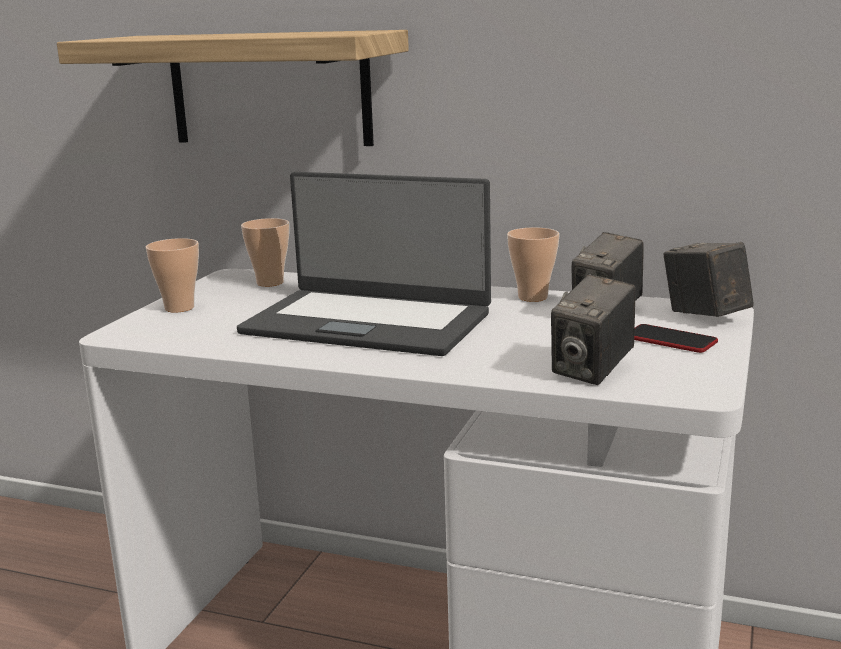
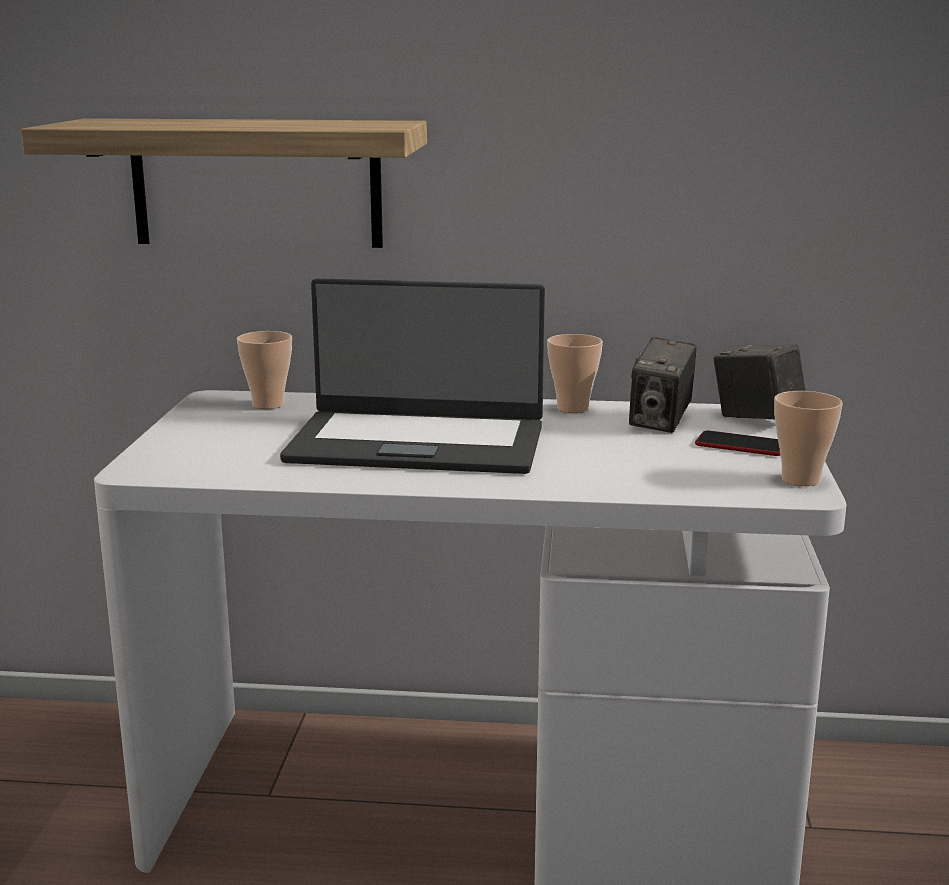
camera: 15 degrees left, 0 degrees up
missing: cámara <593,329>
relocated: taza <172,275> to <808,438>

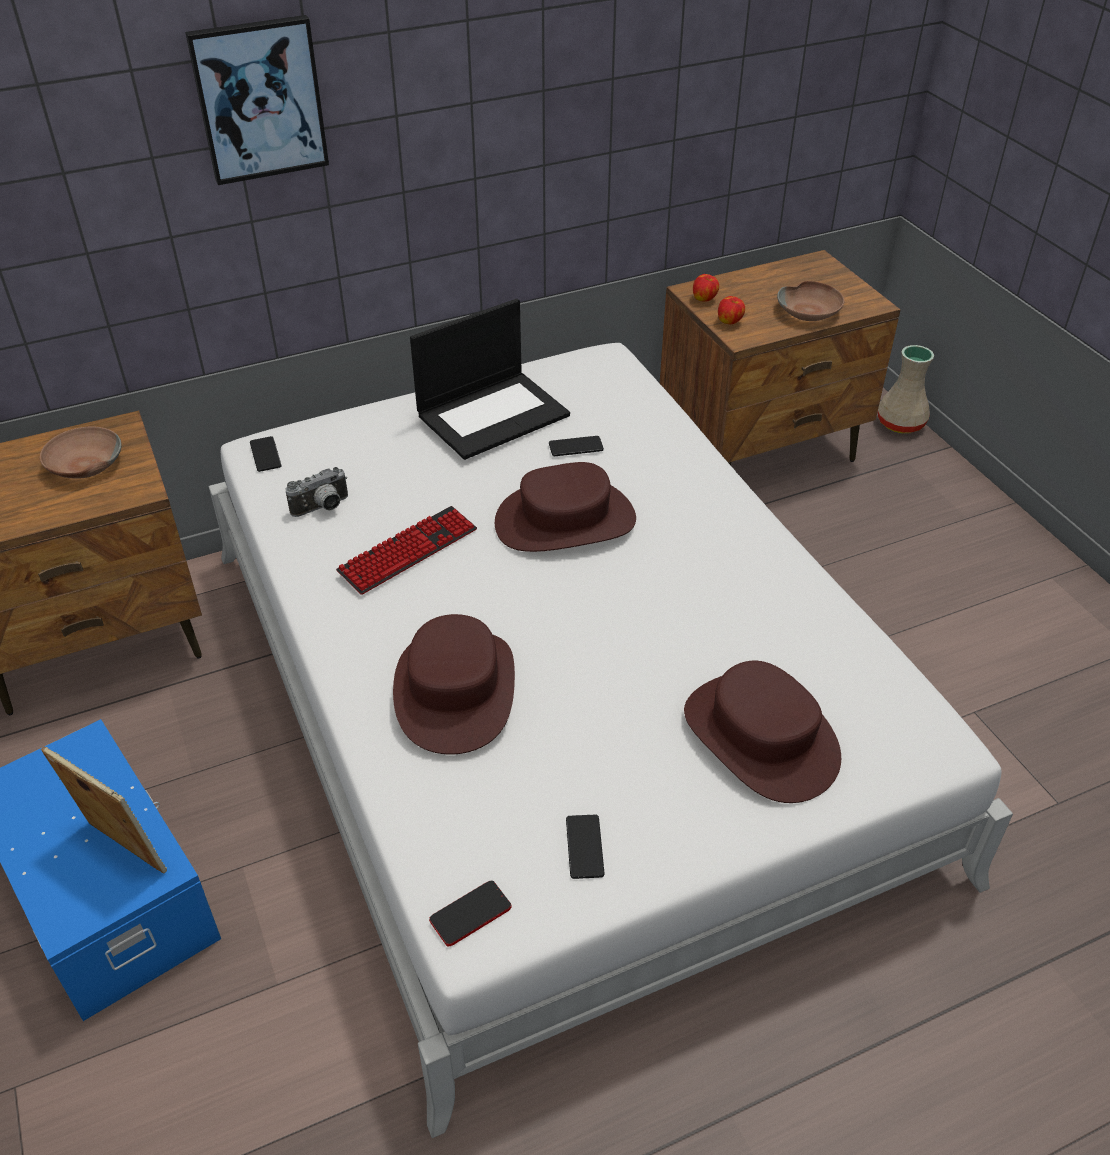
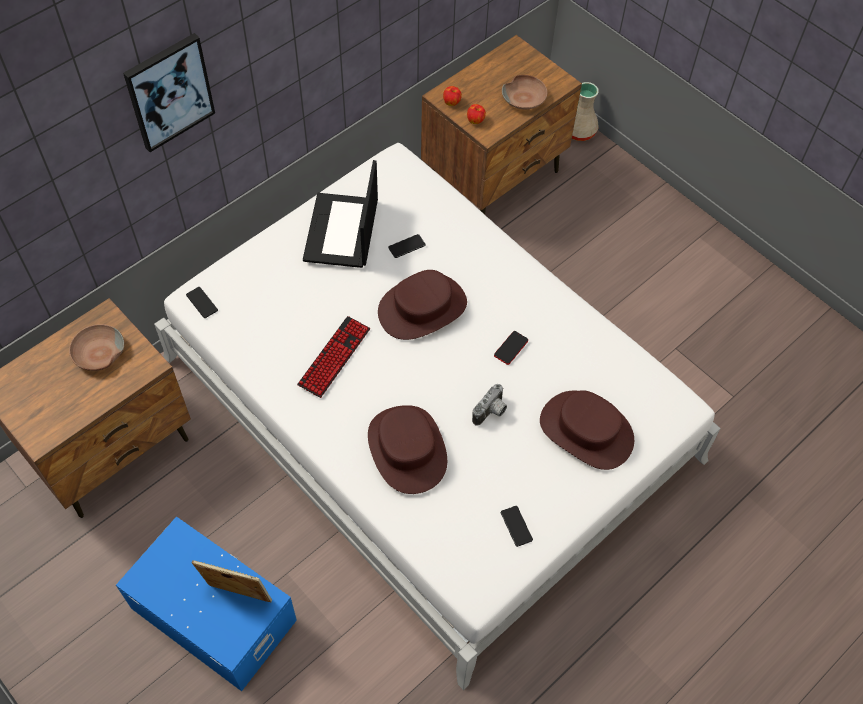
camera: 20 degrees left, 15 degrees up
relocated: cámara <316,492> to <489,405>; móvil <470,913> to <511,348>
spun: portátil <490,379> = <340,214> 150 degrees clockwise

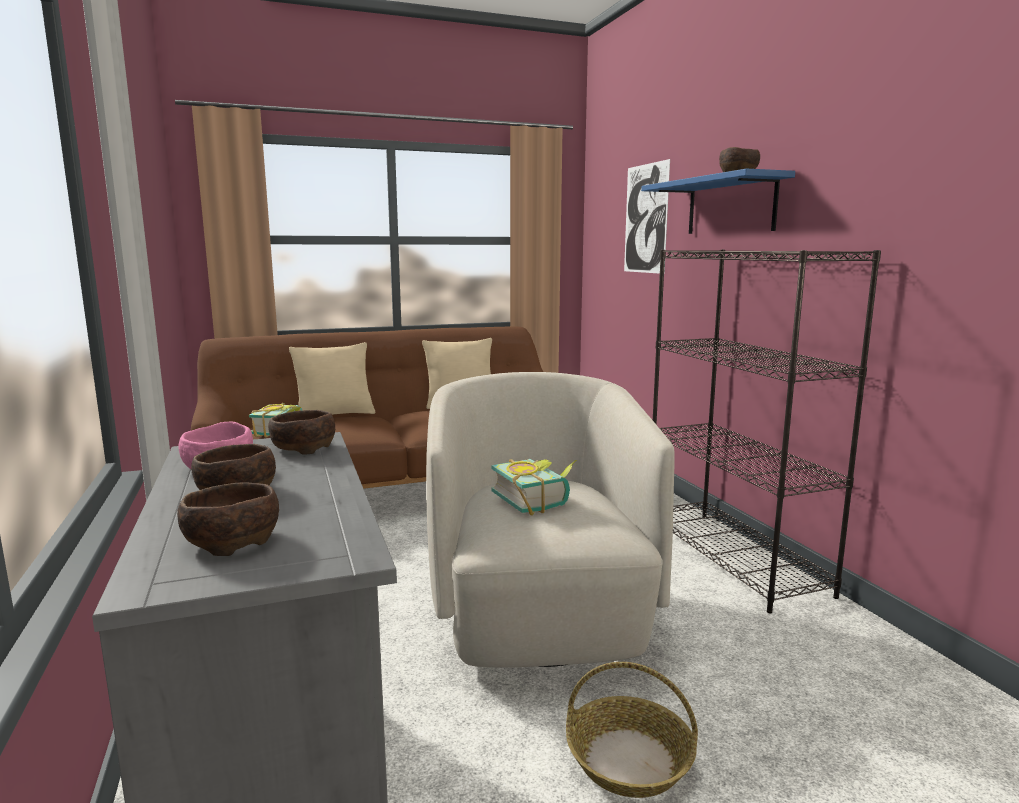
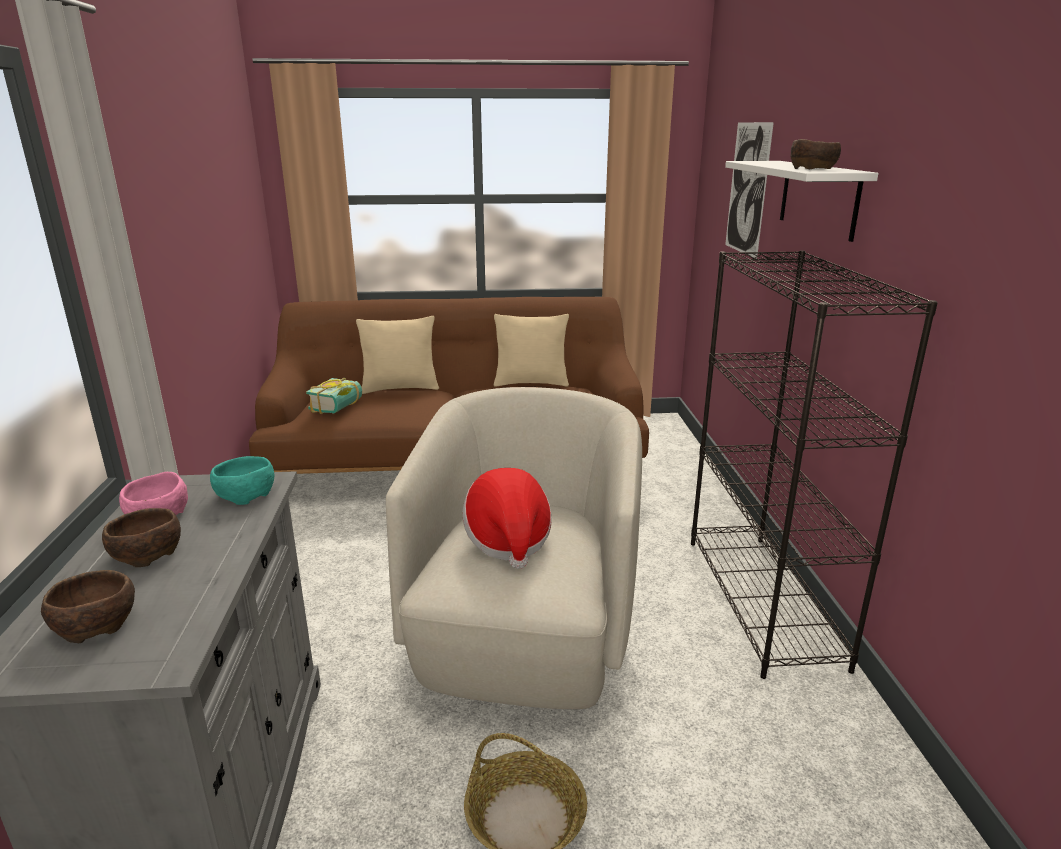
camera: 15 degrees right, 10 degrees up
exchanged: libro <534,487> to sombrero <507,518>
colour: cuenco/marrón <301,432> to cuenco/turquesa <242,480>; estante/azul <718,201> to estante/blanco <801,201>

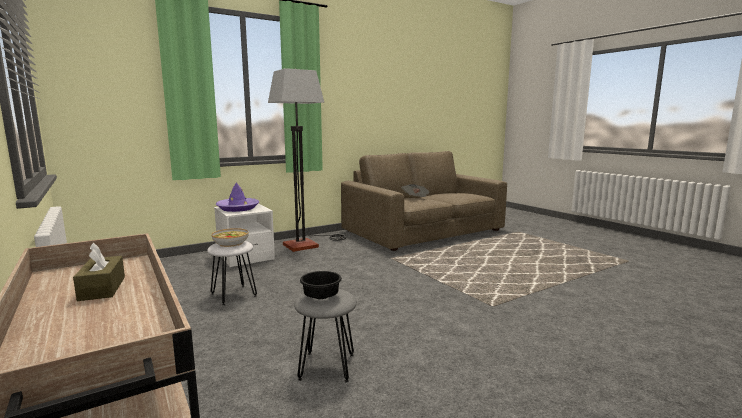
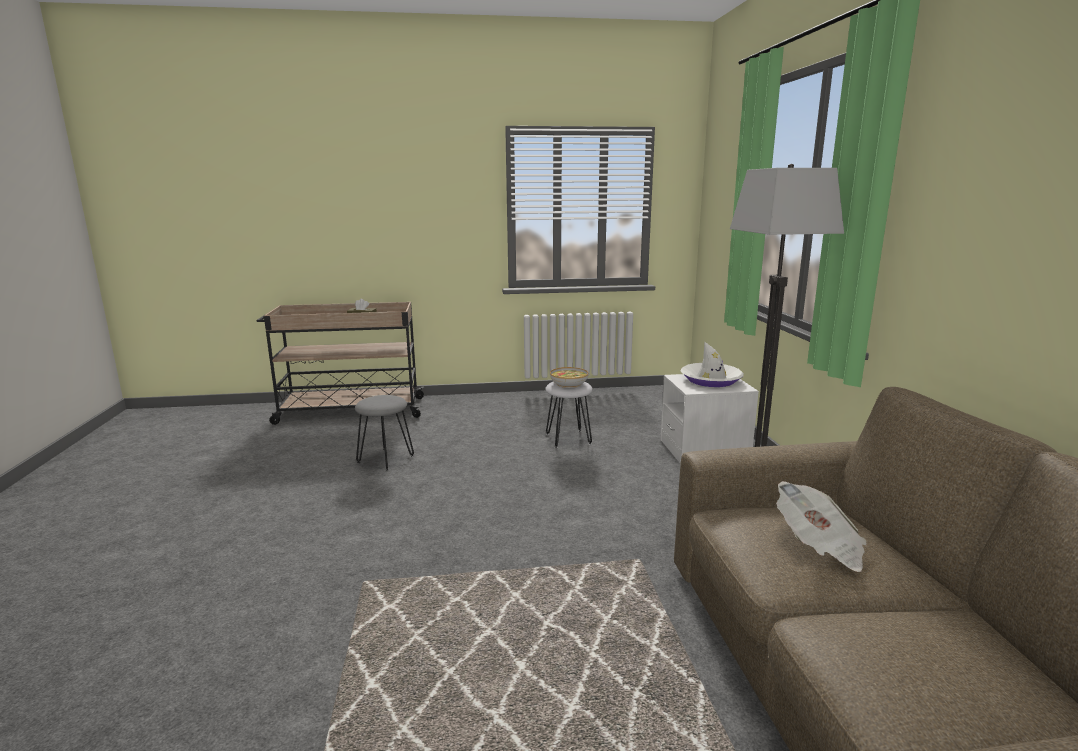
camera: 115 degrees right, 5 degrees up
missing: cuenco/negro <321,285>
colour: sombrero/morado <237,197> to sombrero/blanco <712,364>

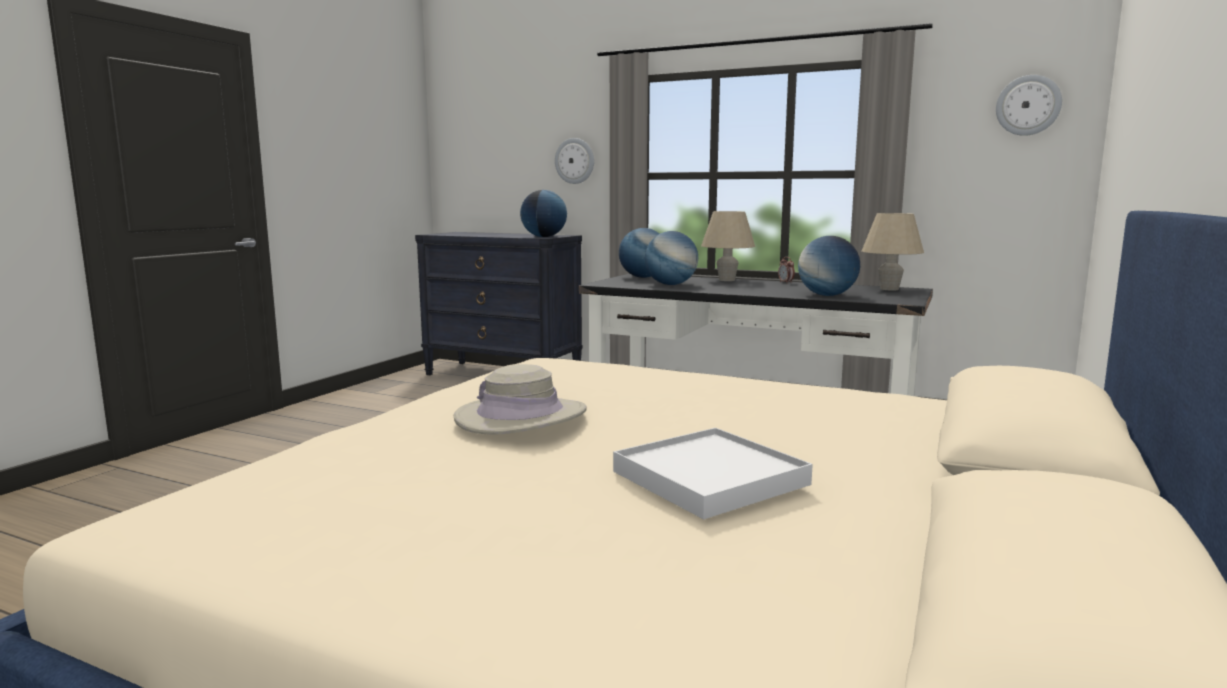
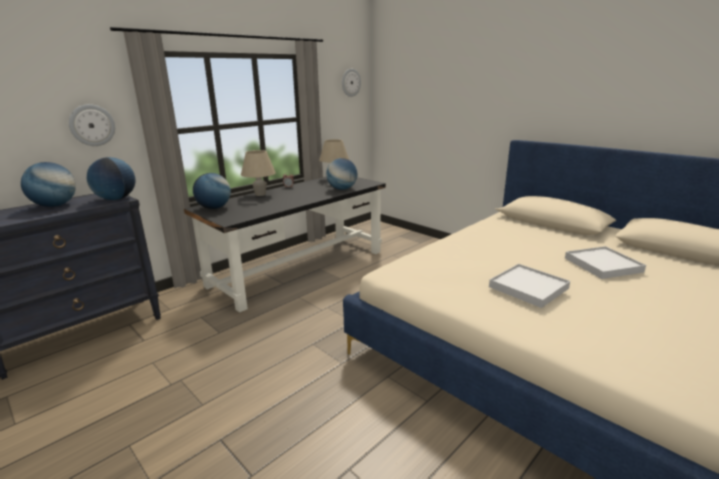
camera: 70 degrees left, 10 degrees up
relocated: globo terráqueo <671,258> to <48,184>
exchanged: sombrero/beis <520,399> to bandeja/blanco <529,286>

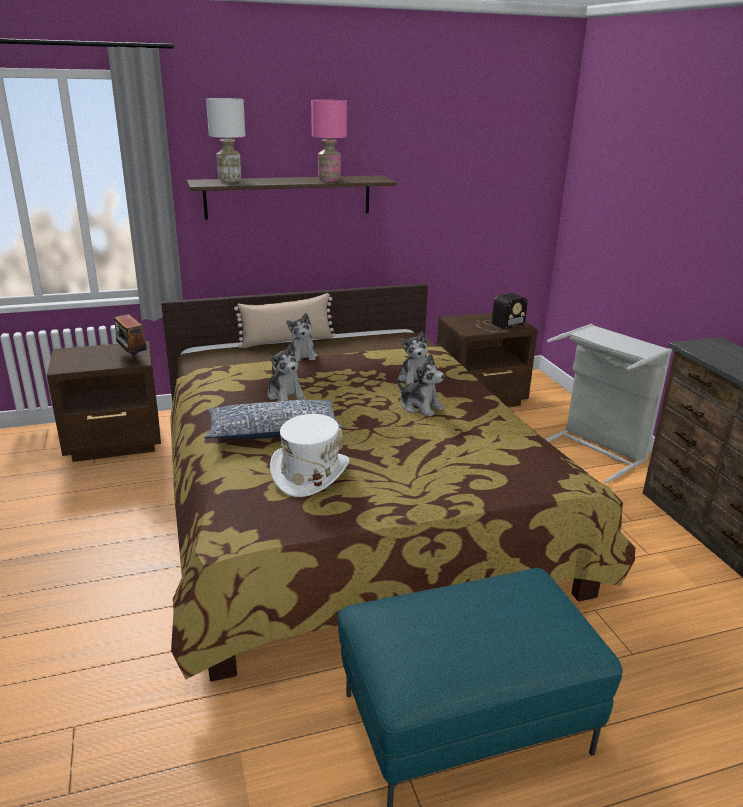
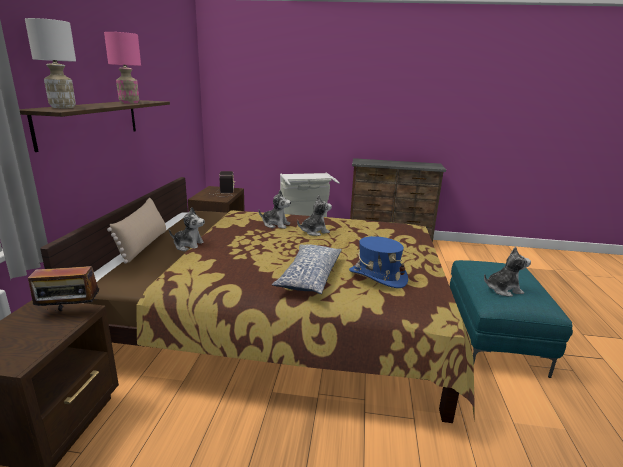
camera: 65 degrees left, 5 degrees down
relocated: peluche <286,372> to <507,272>
colour: sombrero/blanco <310,455> to sombrero/azul <378,262>

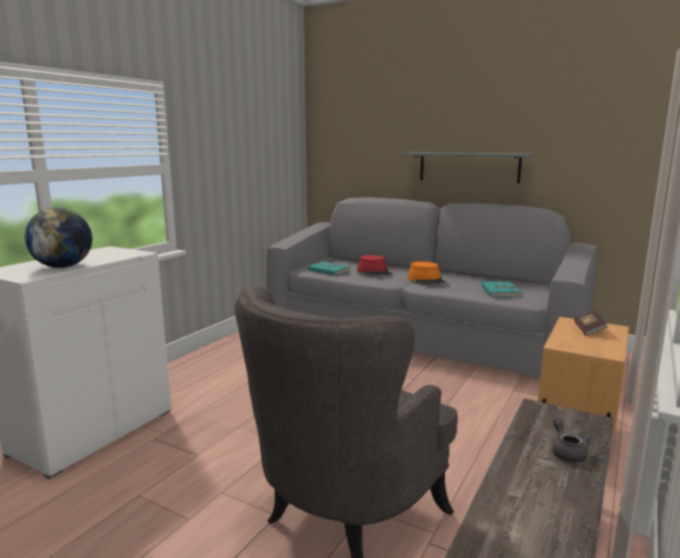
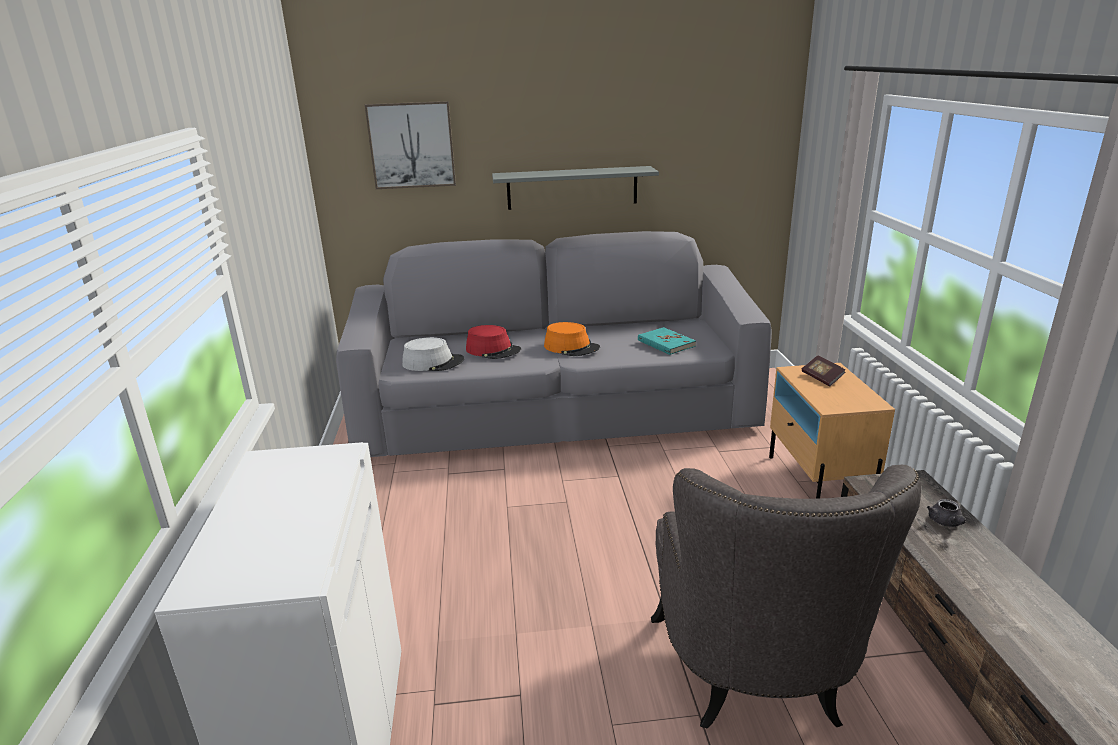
camera: 35 degrees left, 10 degrees up
missing: globo terráqueo <58,238>
appeared: cuadro <410,145>
exchanged: libro/turquesa <329,269> to sombrero/gris <433,354>
spun: tetera/gris <572,440> = <946,513> 135 degrees counterclockwise

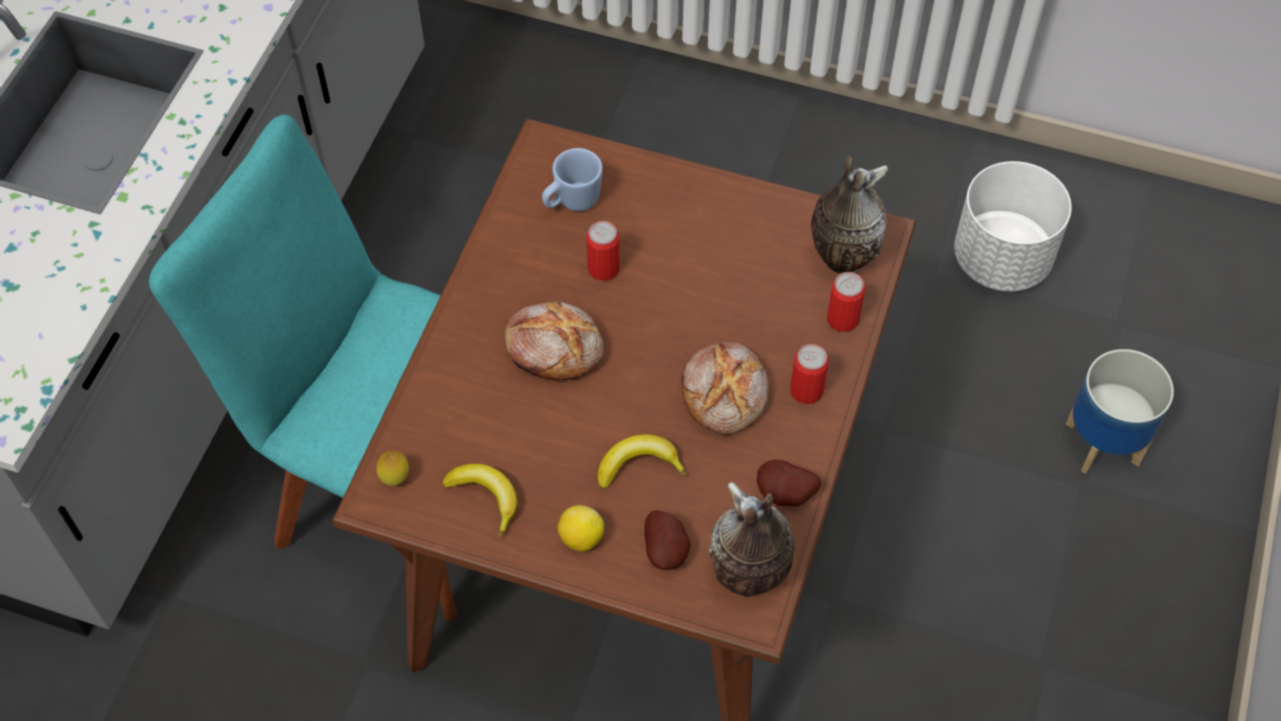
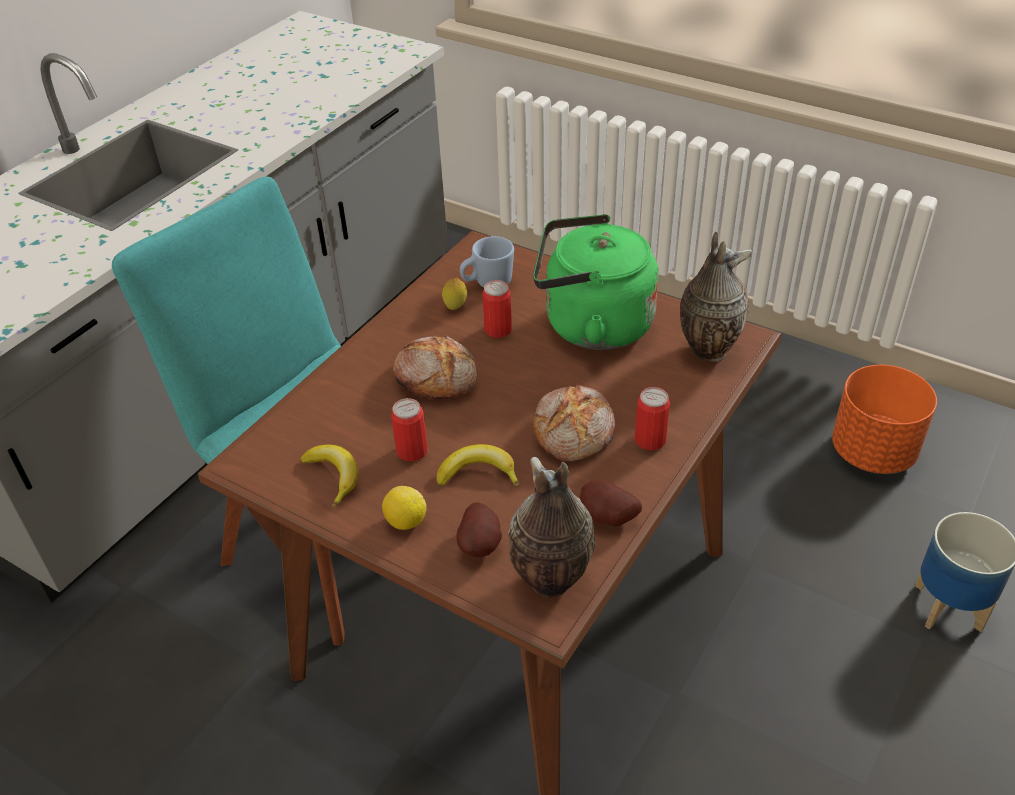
camera: 15 degrees right, 15 degrees down
appeared: hervidor/verde <596,282>
relocated: lata <846,302> to <409,429>; limón <393,468> to <454,294>
colour: maceta/blanco <1013,226> to maceta/naranja <884,419>

